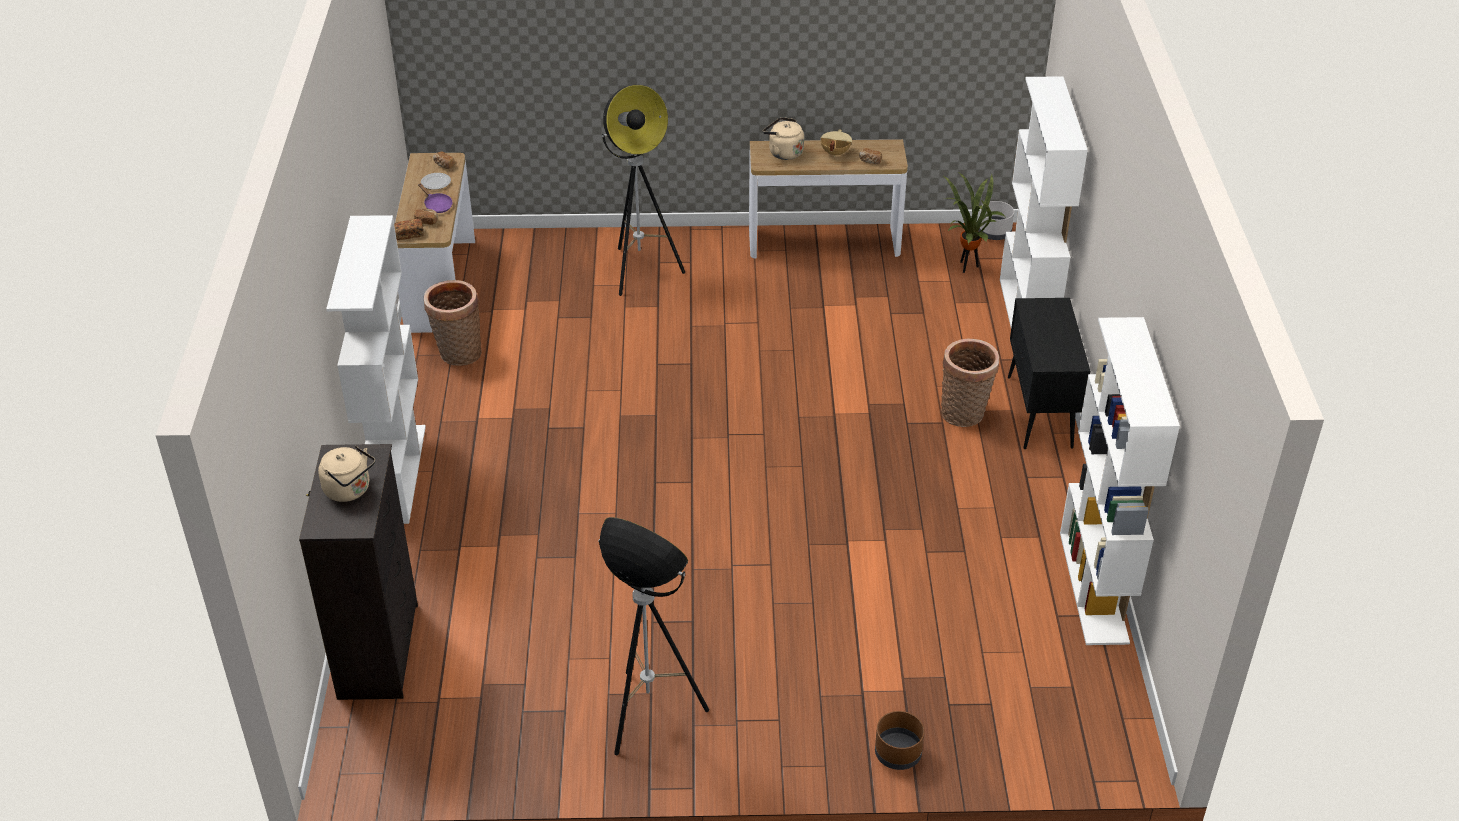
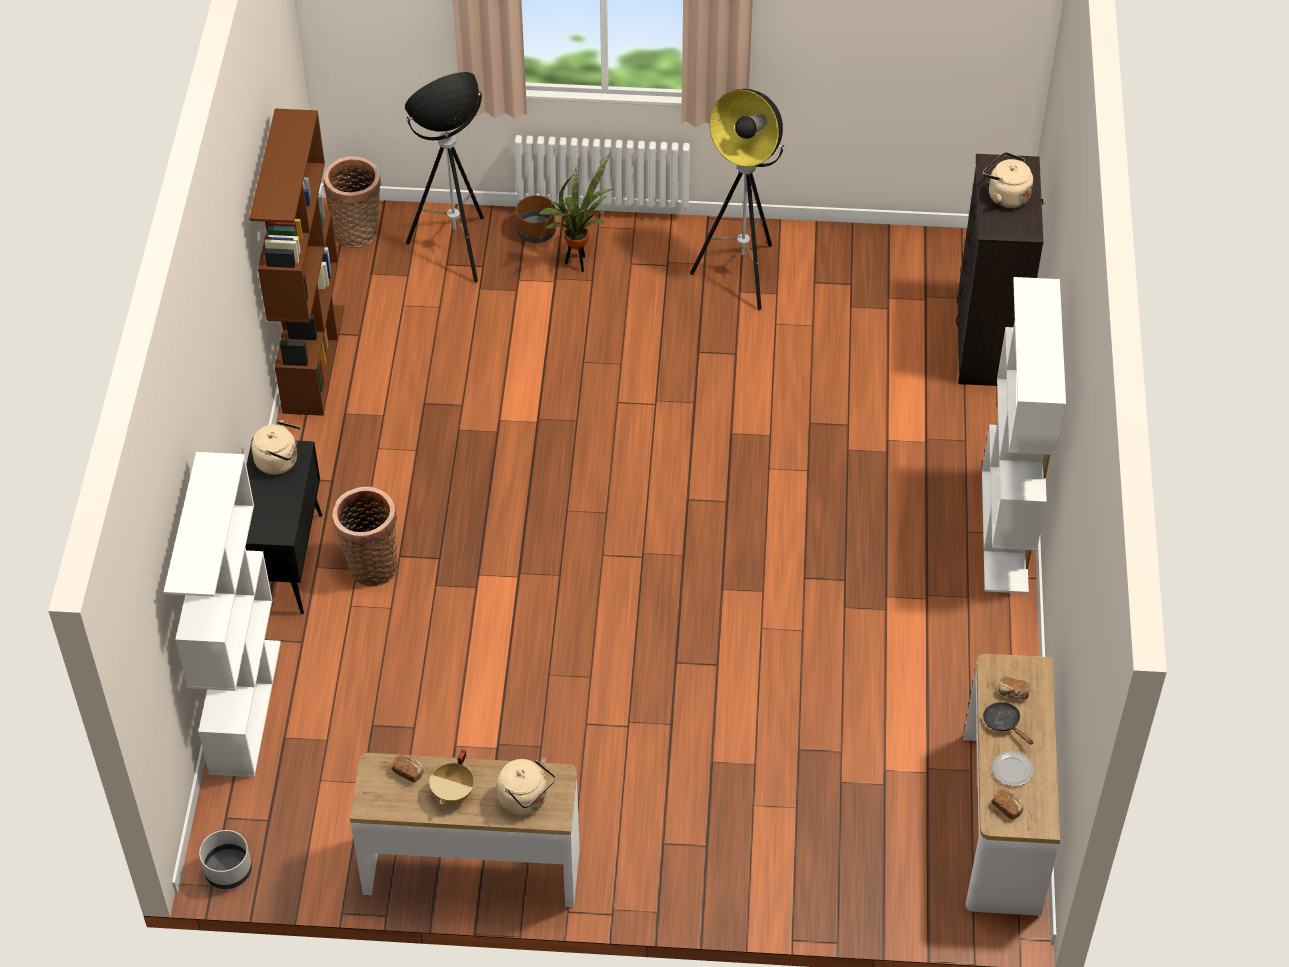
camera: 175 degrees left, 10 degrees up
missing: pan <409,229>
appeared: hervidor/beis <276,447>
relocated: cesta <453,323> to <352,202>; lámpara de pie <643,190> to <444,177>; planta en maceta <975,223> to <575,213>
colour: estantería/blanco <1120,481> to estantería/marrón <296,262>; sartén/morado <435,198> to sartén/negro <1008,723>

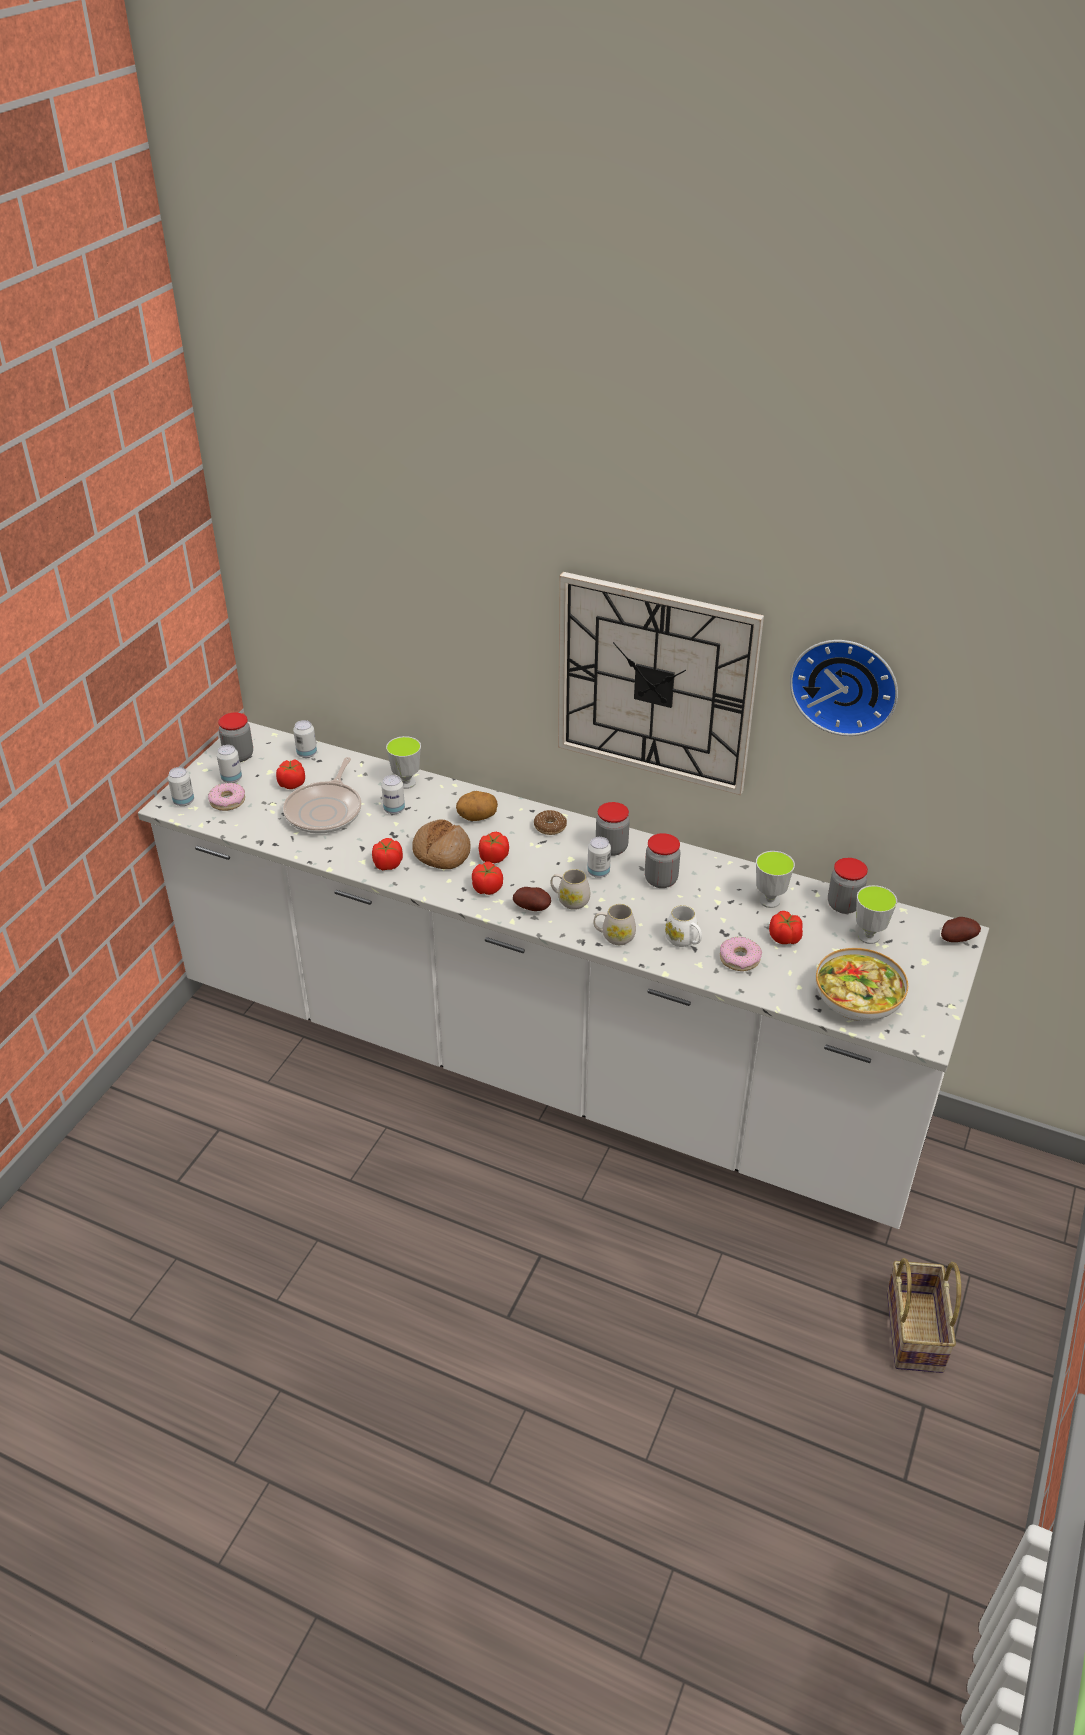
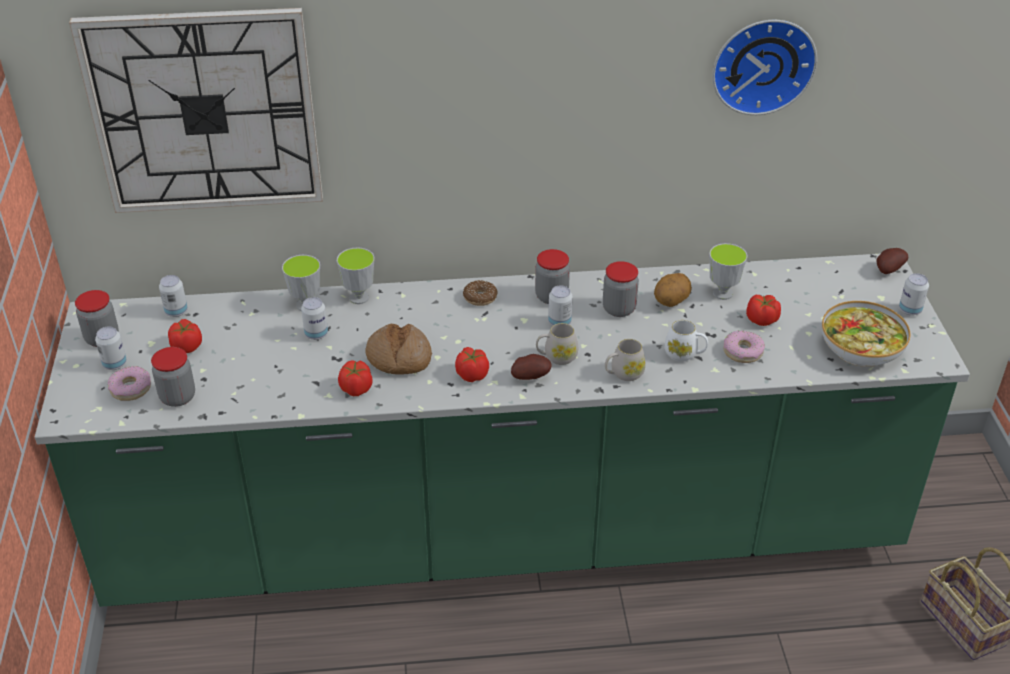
camera: 30 degrees left, 0 degrees up
missing: sartén <322,795>; tomate <494,847>
relocated: reloj de pared <661,683> to <196,110>; tarro <848,886> to <173,377>; taza <876,914> to <355,276>; patata <477,806> to <673,290>; lata <181,786> to <914,294>
colour: mueble bajo de cocina/blanco <563,975> to mueble bajo de cocina/verde <502,430>

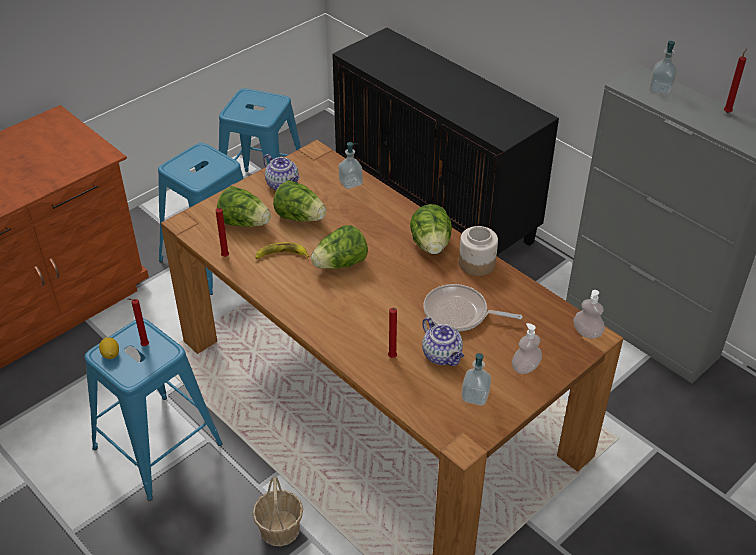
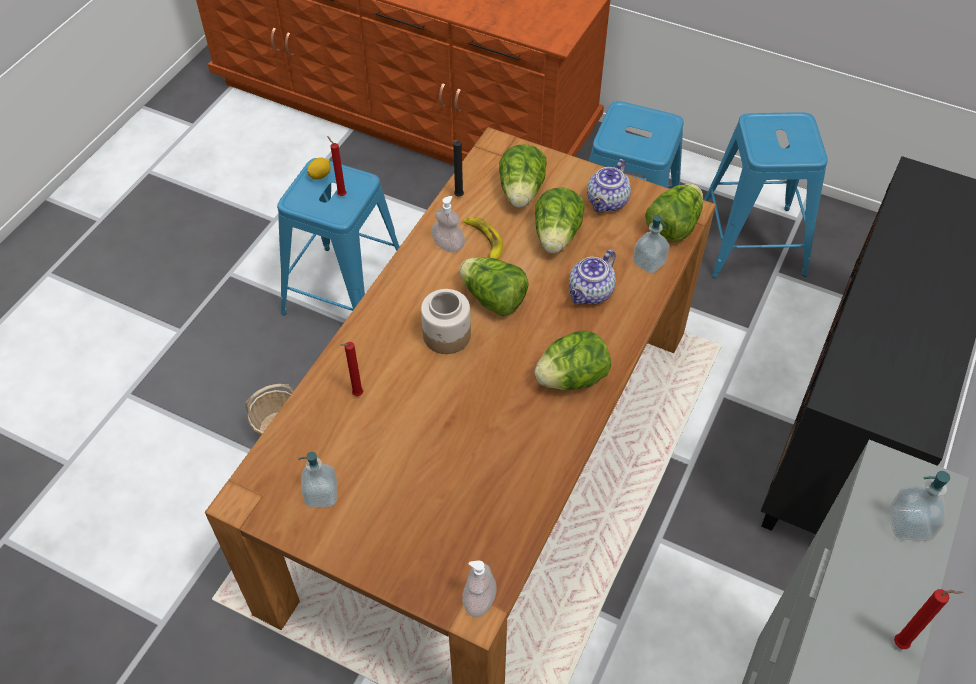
camera: 70 degrees right, 10 degrees up
missing: sartén <473,308>
appeared: lechuga <674,213>
relocated: tarro <478,251> to <446,321>; dispensador de jabón <527,348> to <448,224>; tetera <443,341> to <592,276>
colour: vela/rojo <222,232> to vela/negro <457,168>

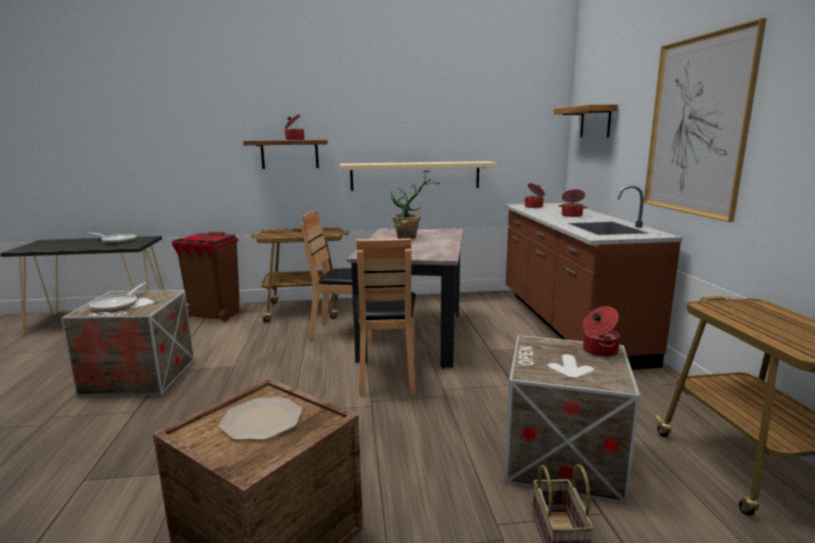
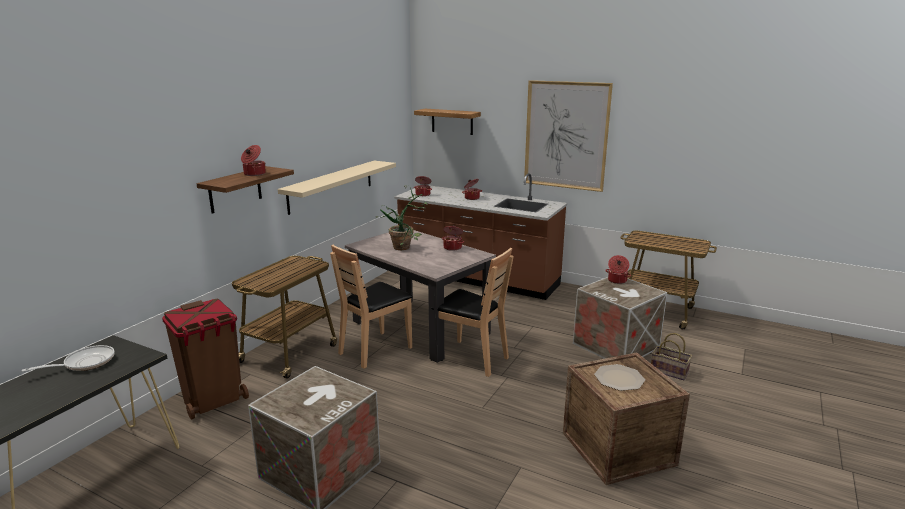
camera: 55 degrees left, 5 degrees up
missing: sartén <118,297>
appeared: olla <453,238>

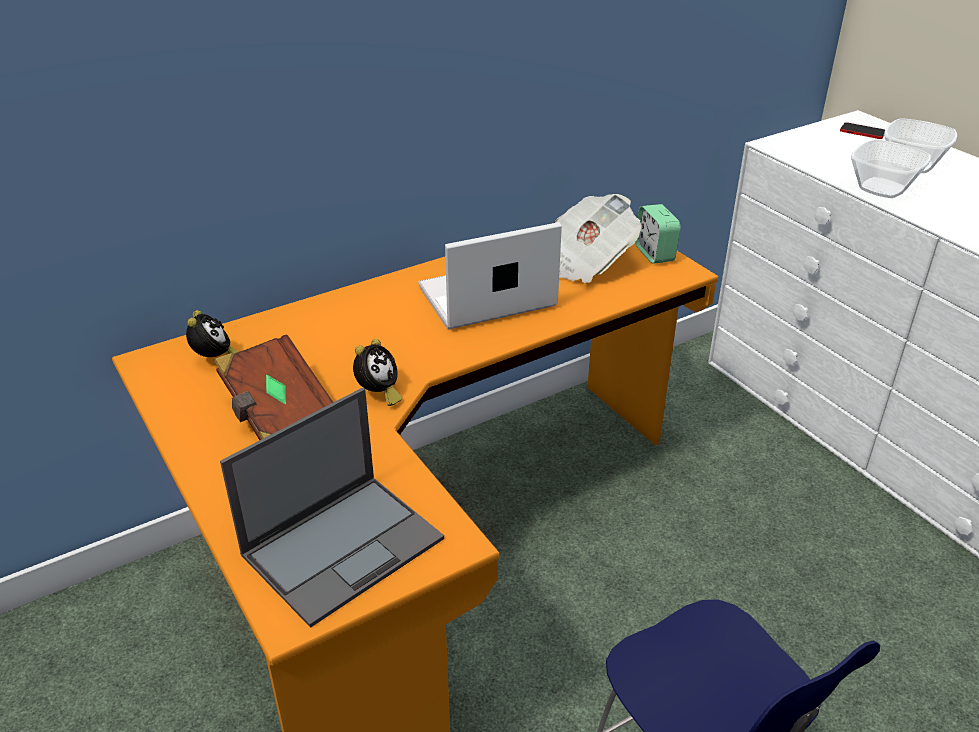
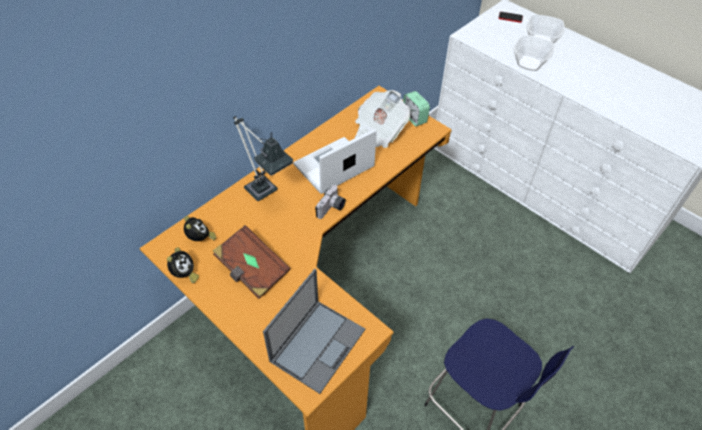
camera: 15 degrees left, 15 degrees up
appeared: lámpara de mesa <263,158>; cámara <330,202>
relocated: despertador <378,372> to <183,265>

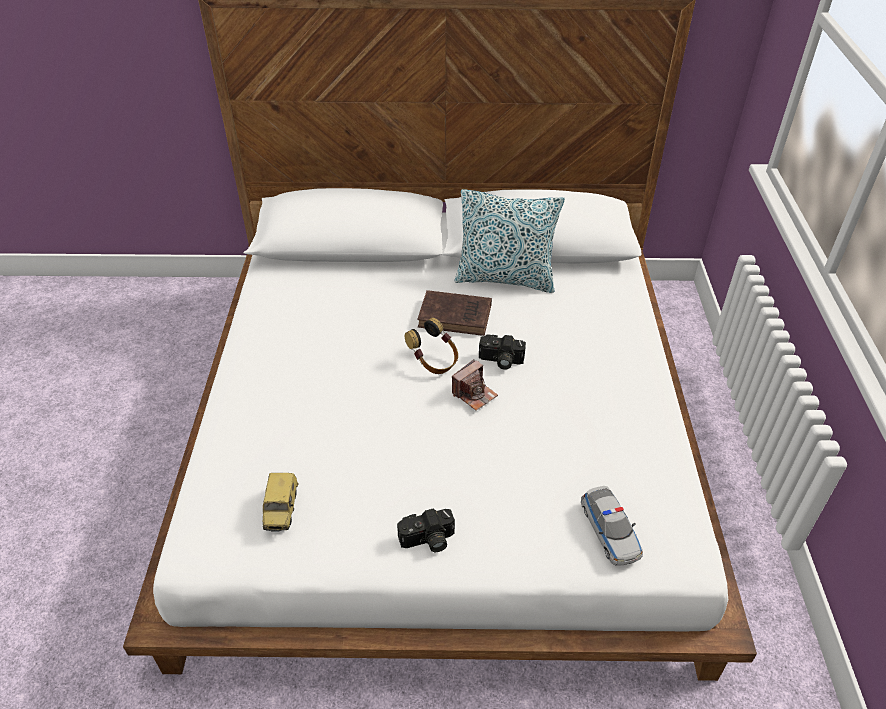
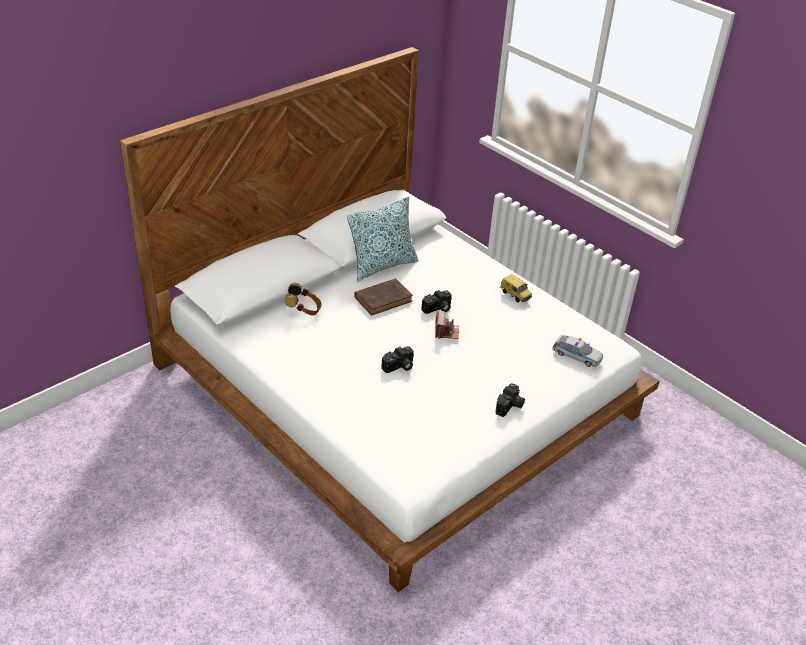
camera: 45 degrees left, 5 degrees down
appeared: cámara <398,359>
relocated: auriculares <431,346> to <303,299>; coche de juguete <281,502> to <516,288>

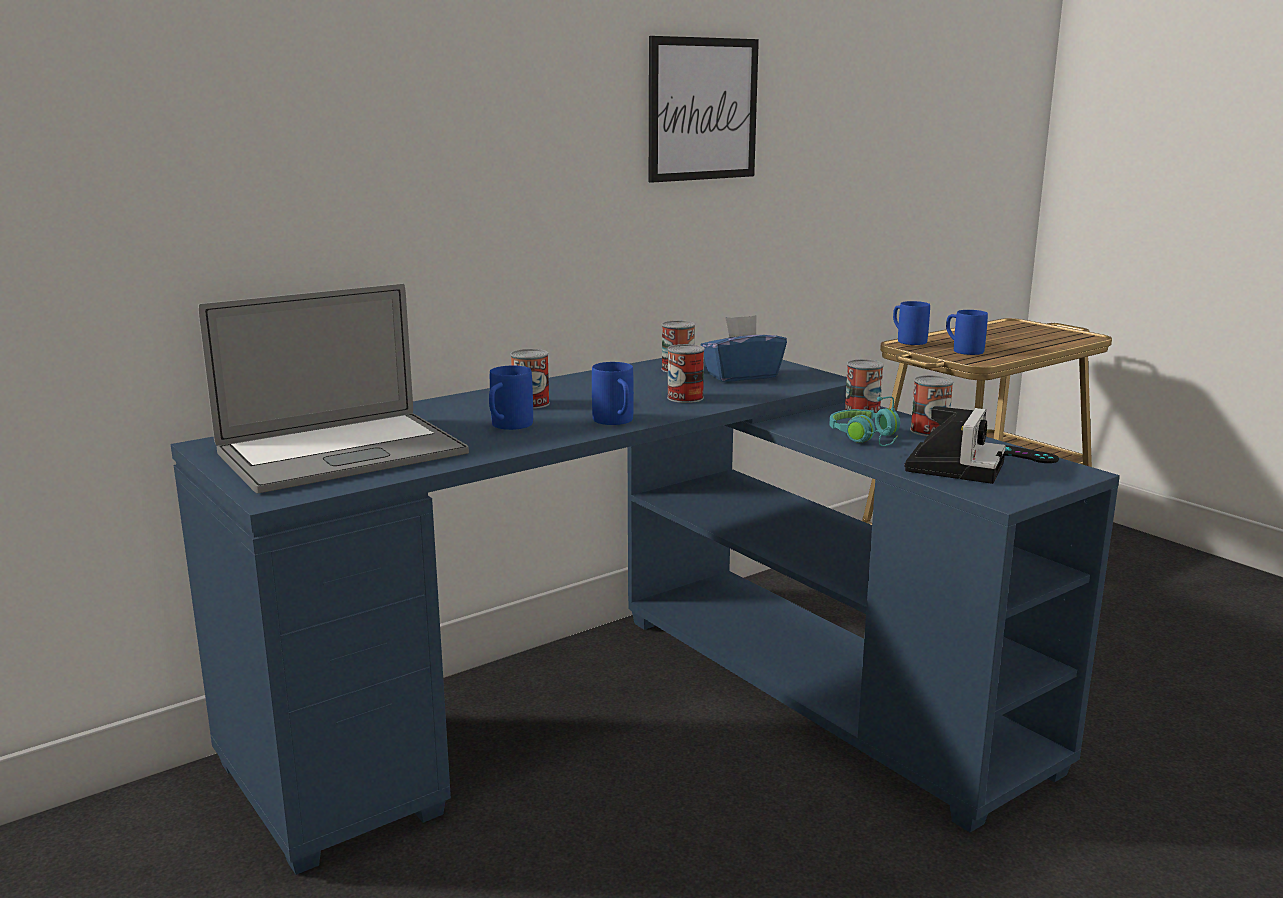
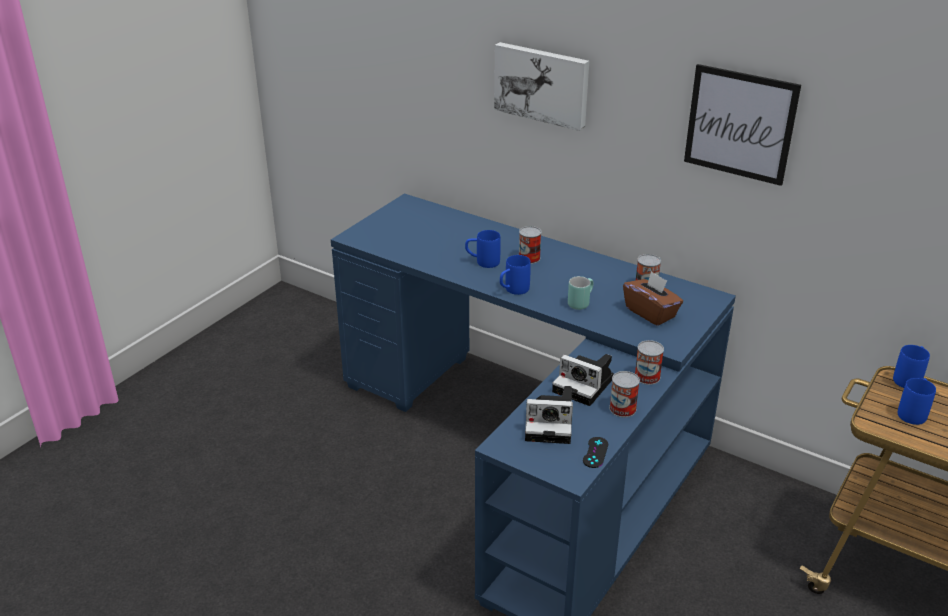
camera: 70 degrees right, 15 degrees up
missing: portátil <333,388>
appeared: cuadro <541,86>
exchanged: auriculares/turquesa <865,421> to cámara <583,380>; lata <686,373> to taza grande/turquesa <581,293>
colour: caja de pañuelos/azul <743,348> to caja de pañuelos/marrón <653,298>

